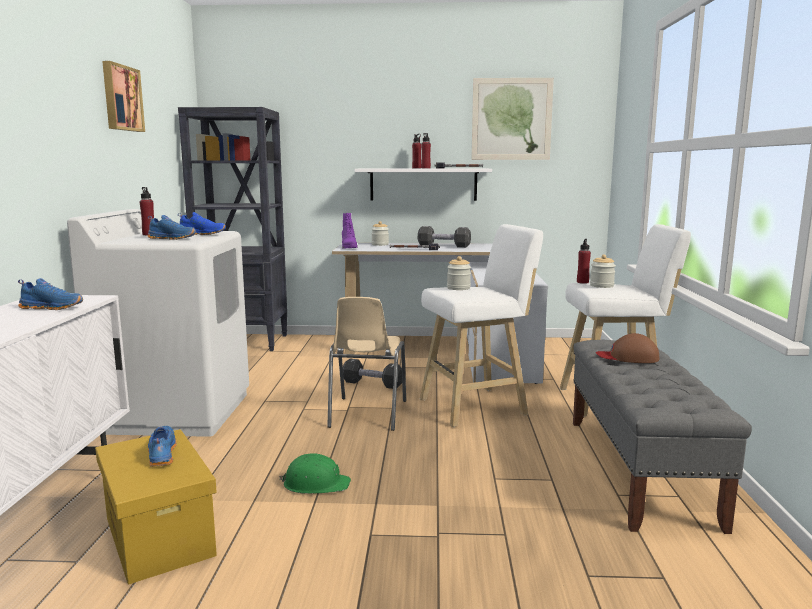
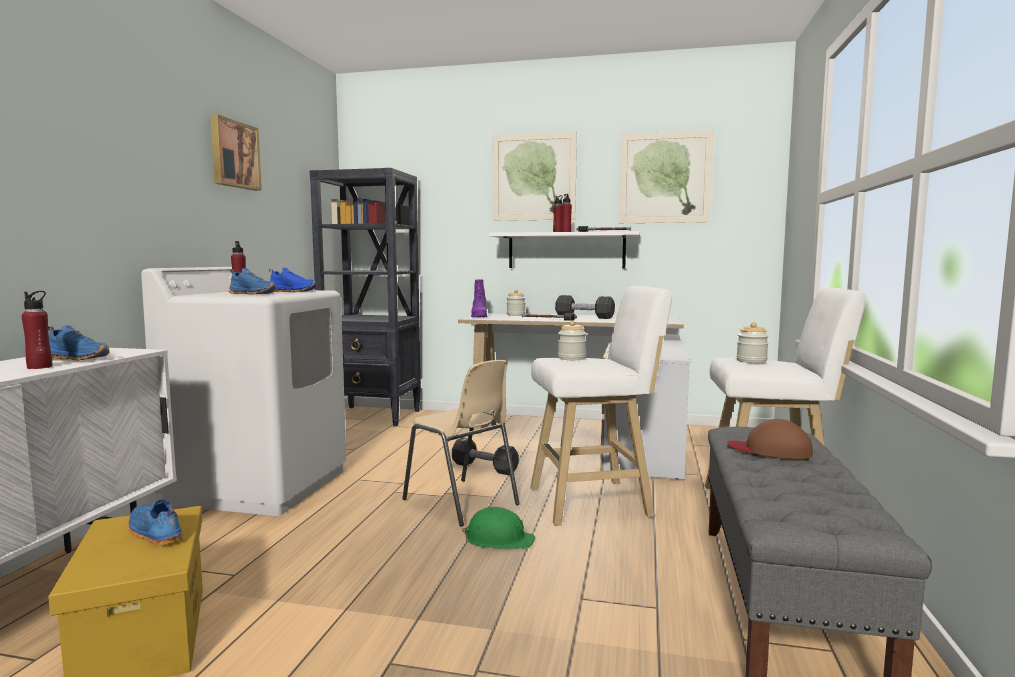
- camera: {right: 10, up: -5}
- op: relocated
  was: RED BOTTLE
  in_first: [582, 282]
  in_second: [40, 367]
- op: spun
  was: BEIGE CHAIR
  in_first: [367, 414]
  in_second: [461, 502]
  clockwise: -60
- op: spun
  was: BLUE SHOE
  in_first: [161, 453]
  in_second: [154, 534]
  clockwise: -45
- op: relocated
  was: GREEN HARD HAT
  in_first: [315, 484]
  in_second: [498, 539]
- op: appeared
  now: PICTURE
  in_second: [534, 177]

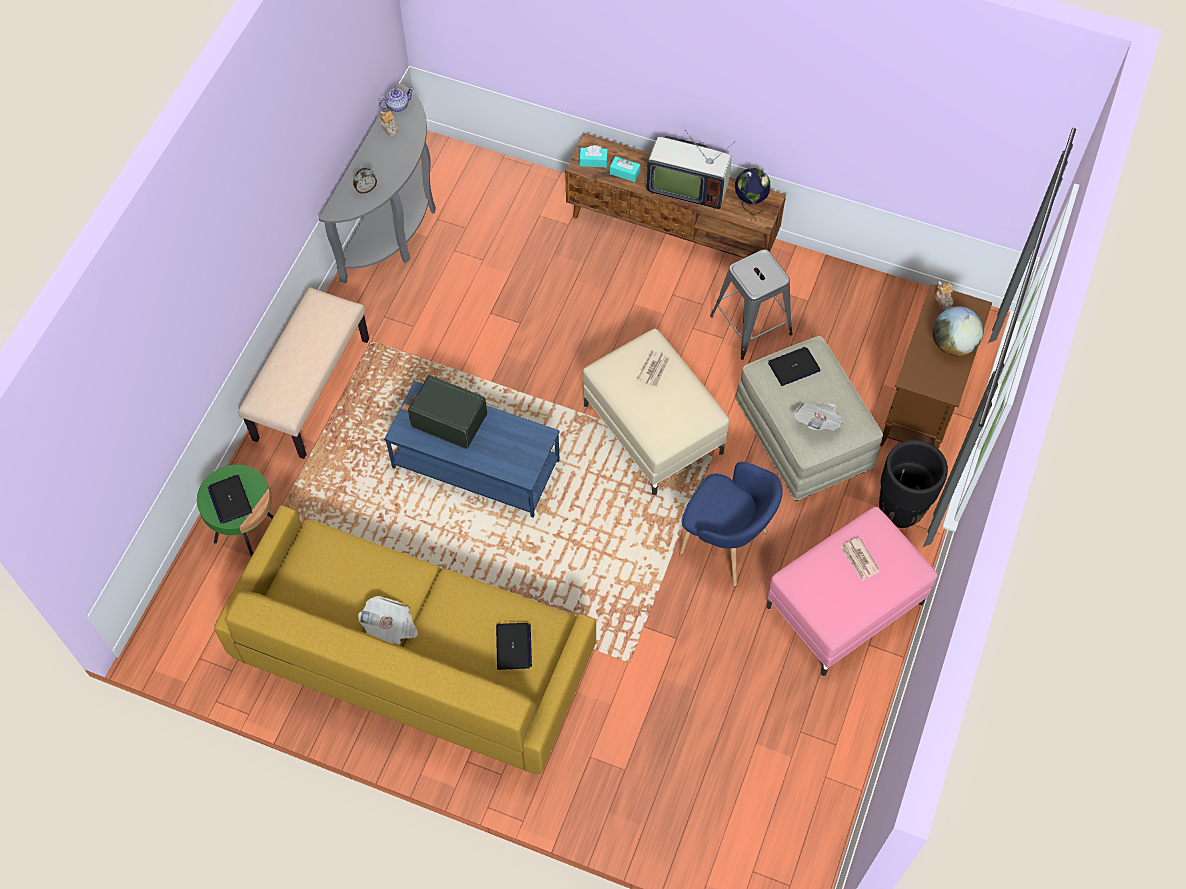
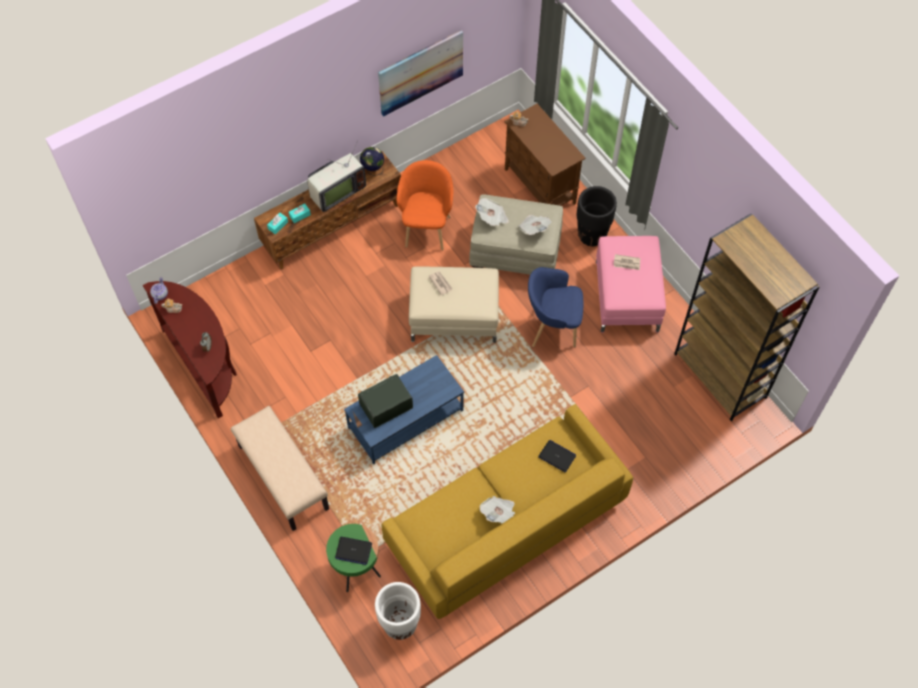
- camera: {right: -55, up: 0}
- op: colour
  was: GREY CONSOLE TABLE
  now: BROWN CONSOLE TABLE
  in_first: [395, 227]
  in_second: [205, 365]
- op: exchanged
  was: GREY STOOL
  now: ORANGE ARMCHAIR
  in_first: [750, 325]
  in_second: [426, 229]
- op: missing
  was: GLOBE
  in_first: [953, 344]
- op: exchanged
  was: LAPTOP
  now: NEWSPAPER
  in_first: [794, 367]
  in_second: [492, 218]
- op: spun
  was: BLUE ARMCHAIR
  in_first: [725, 546]
  in_second: [552, 328]
  clockwise: -150
- op: appeared
  now: PICTURE
  in_second: [420, 72]
- op: appeared
  now: BROWN BOOKCASE
  in_second: [720, 376]
- op: appeared
  now: WHITE PLANTER
  in_second: [400, 625]

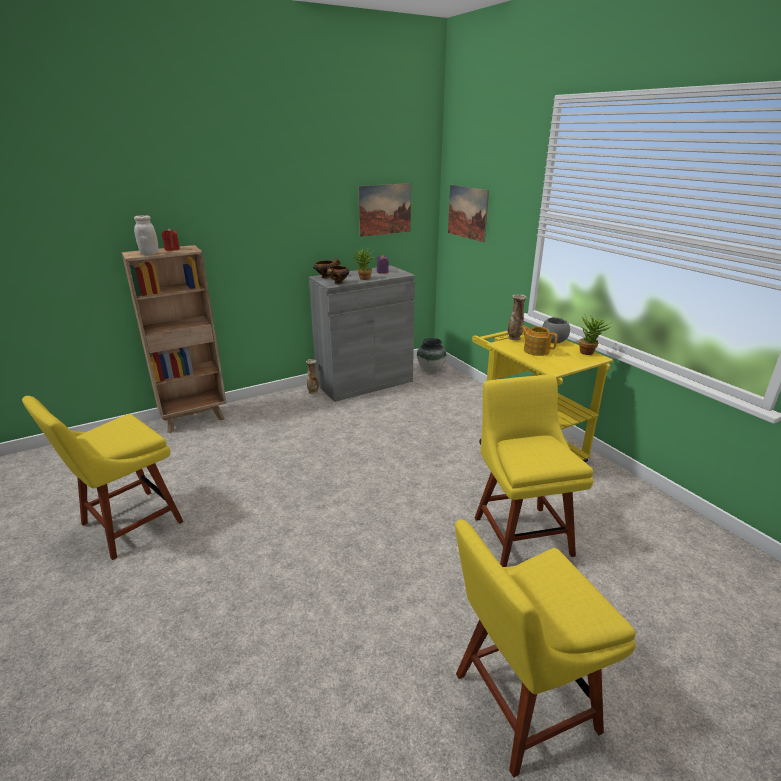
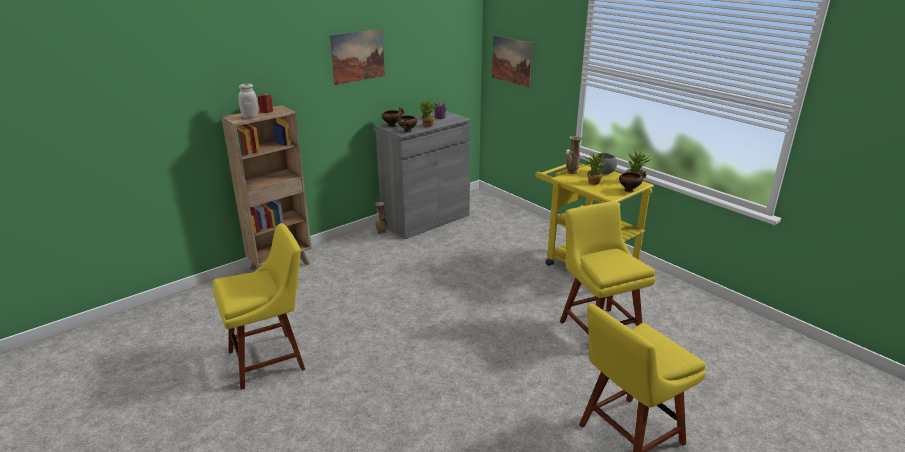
- camera: {right: -10, up: 0}
- op: relocated
  was: PICTURE
  in_first: [385, 209]
  in_second: [358, 56]
- op: exchanged
  was: TEAPOT
  now: POTTED PLANT
  in_first: [536, 350]
  in_second: [593, 181]
- op: missing
  was: VASE
  in_first: [430, 370]
- op: spun
  was: YELLOW CHAIR
  in_first: [127, 525]
  in_second: [271, 359]
  clockwise: -150
- op: appeared
  now: BOWL
  in_second: [630, 190]

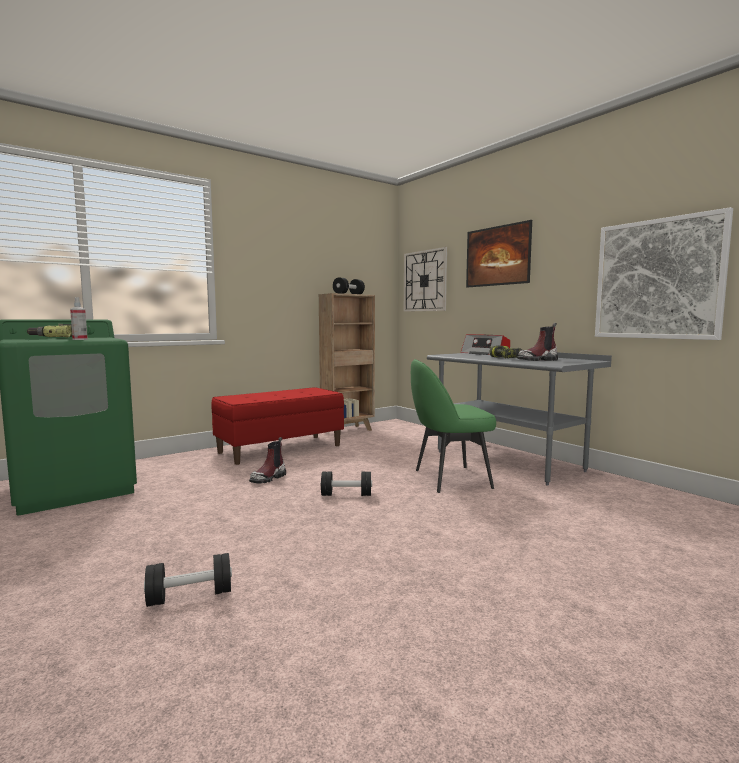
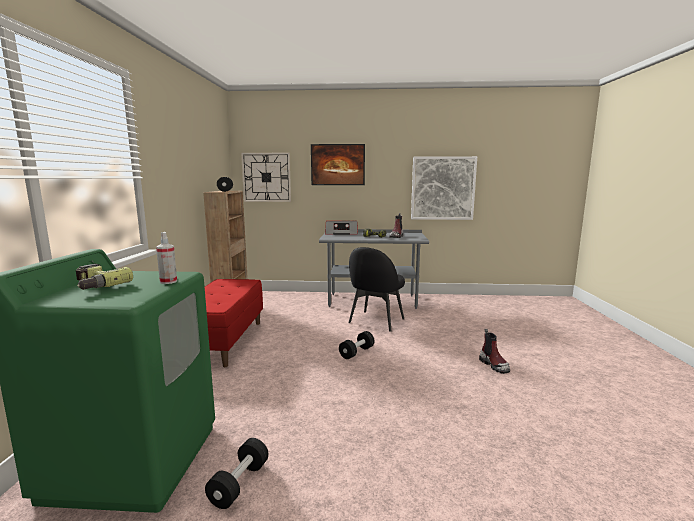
- camera: {right: -50, up: 5}
- op: colour
  was: GREEN CHAIR
  now: BLACK CHAIR
  in_first: [450, 479]
  in_second: [375, 321]
- op: relocated
  was: BOOT
  in_first: [269, 478]
  in_second: [494, 365]
- op: relocated
  was: BLACK DUMBBELL
  in_first: [190, 596]
  in_second: [239, 483]

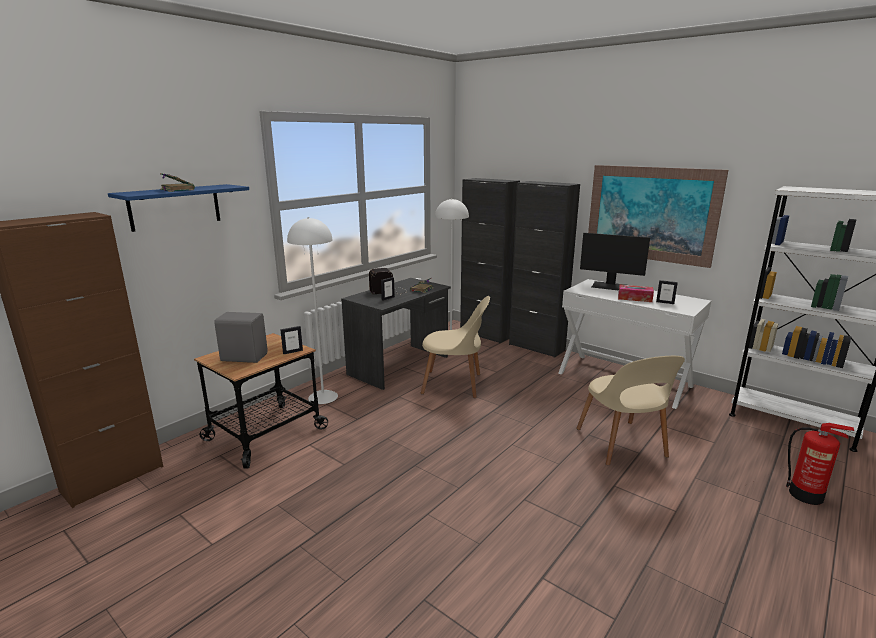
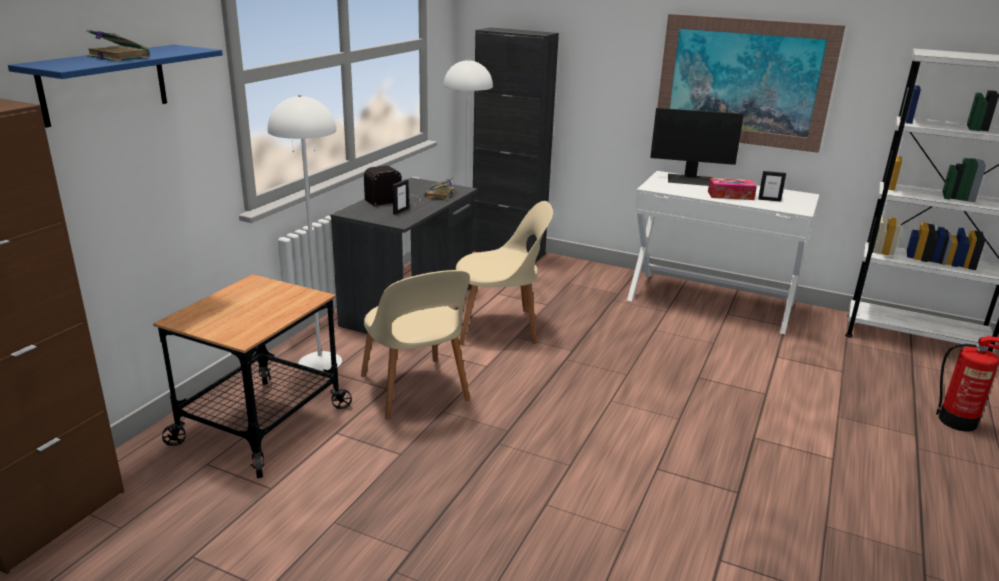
- camera: {right: -15, up: 5}
- op: missing
  was: BLACK CABINET
  in_first: [536, 347]
- op: missing
  was: GREY SPEAKER
  in_first: [244, 357]
- op: missing
  was: PICTURE FRAME
  in_first: [293, 352]
- op: relocated
  was: BEIGE CHAIR
  in_first: [622, 445]
  in_second: [415, 390]

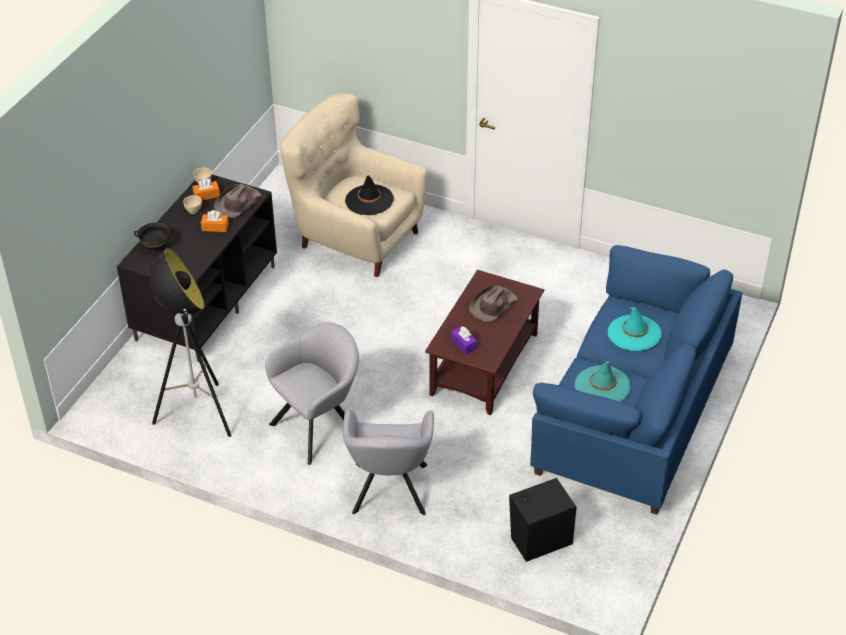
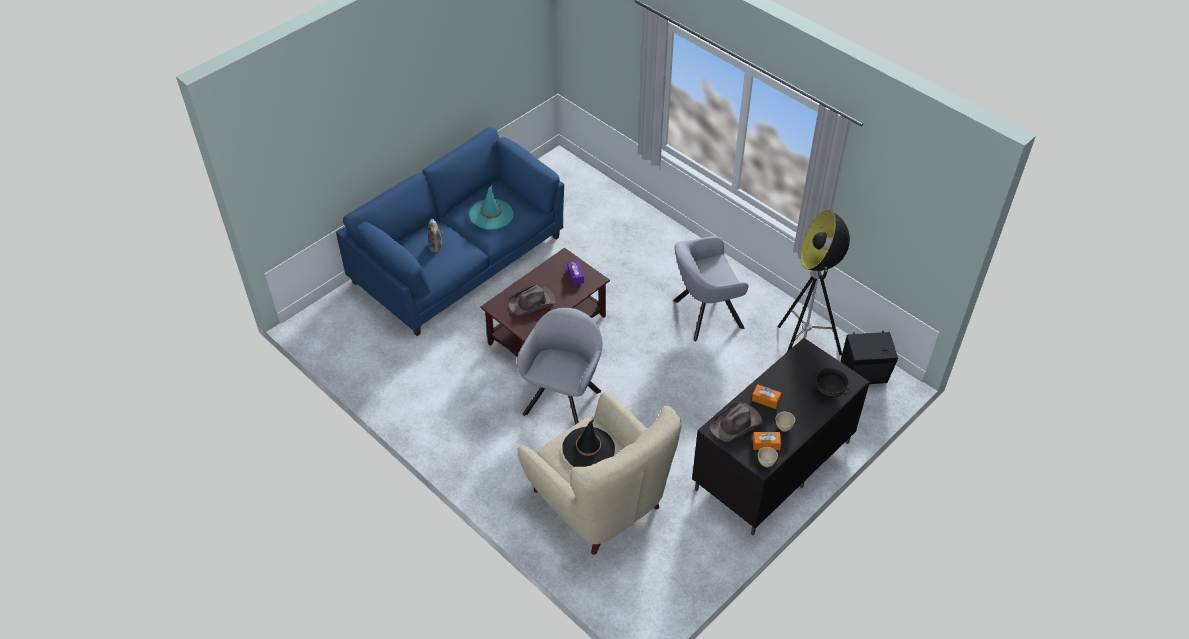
- camera: {right: -160, up: 5}
- op: exchanged
  was: TURQUOISE HAT
  now: PLUSH TOY
  in_first: [634, 333]
  in_second: [437, 247]
- op: relocated
  was: GREY ARMCHAIR
  in_first: [389, 492]
  in_second: [564, 399]
- op: relocated
  was: BLACK SPEAKER
  in_first: [539, 539]
  in_second: [864, 376]

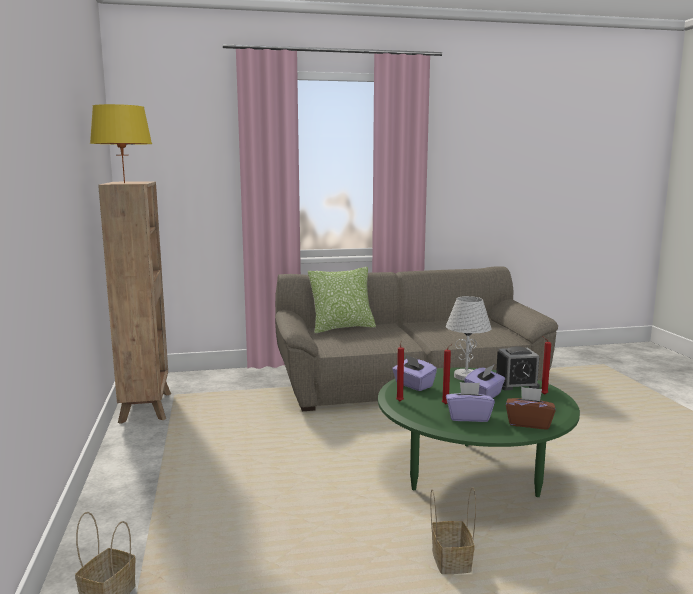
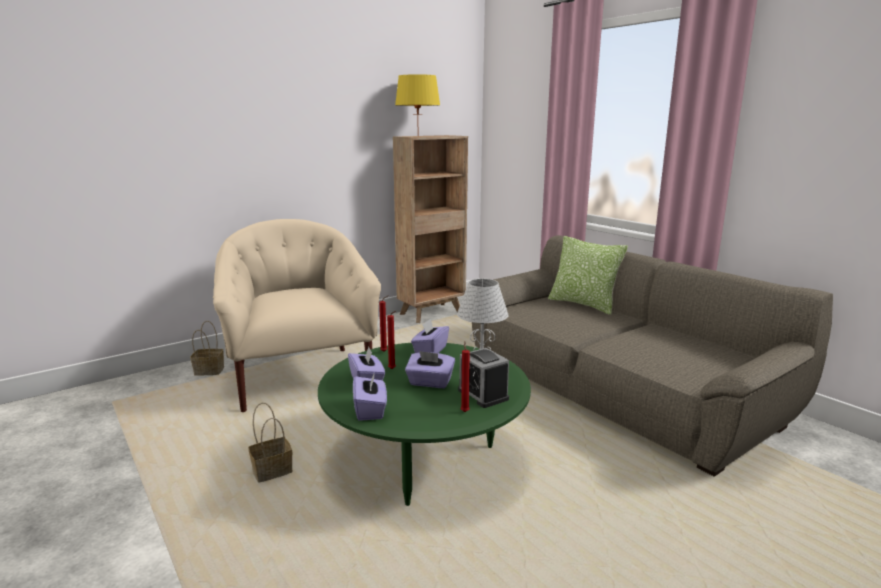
- camera: {right: 65, up: 5}
- op: colour
  was: BROWN TISSUE BOX
  now: PURPLE TISSUE BOX
  in_first: [529, 423]
  in_second: [370, 410]
- op: appeared
  now: BEIGE ARMCHAIR
  in_second: [300, 377]

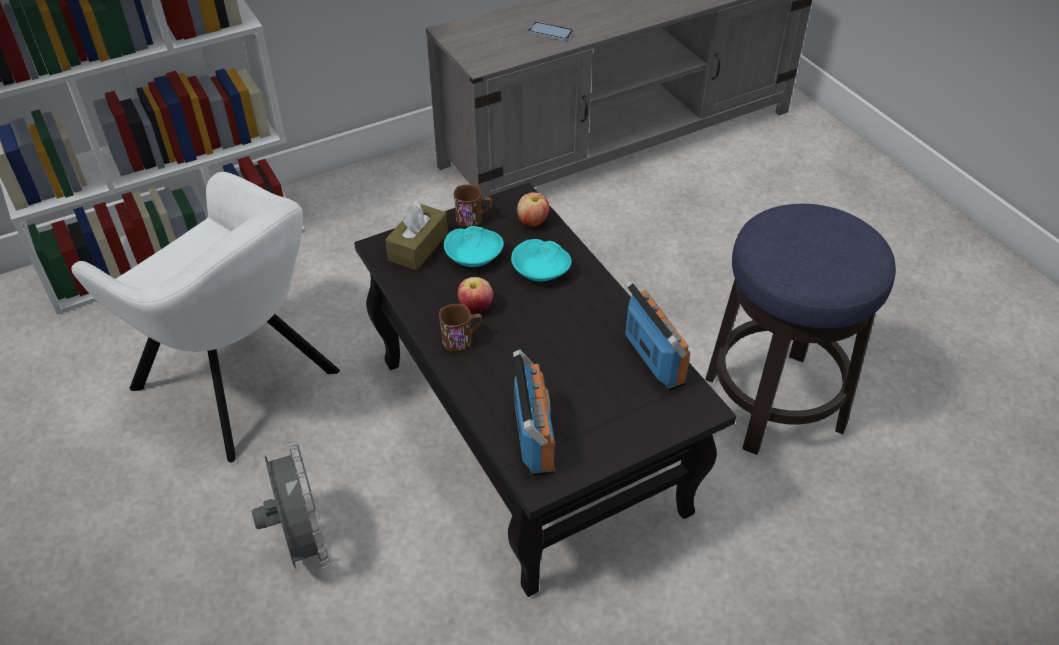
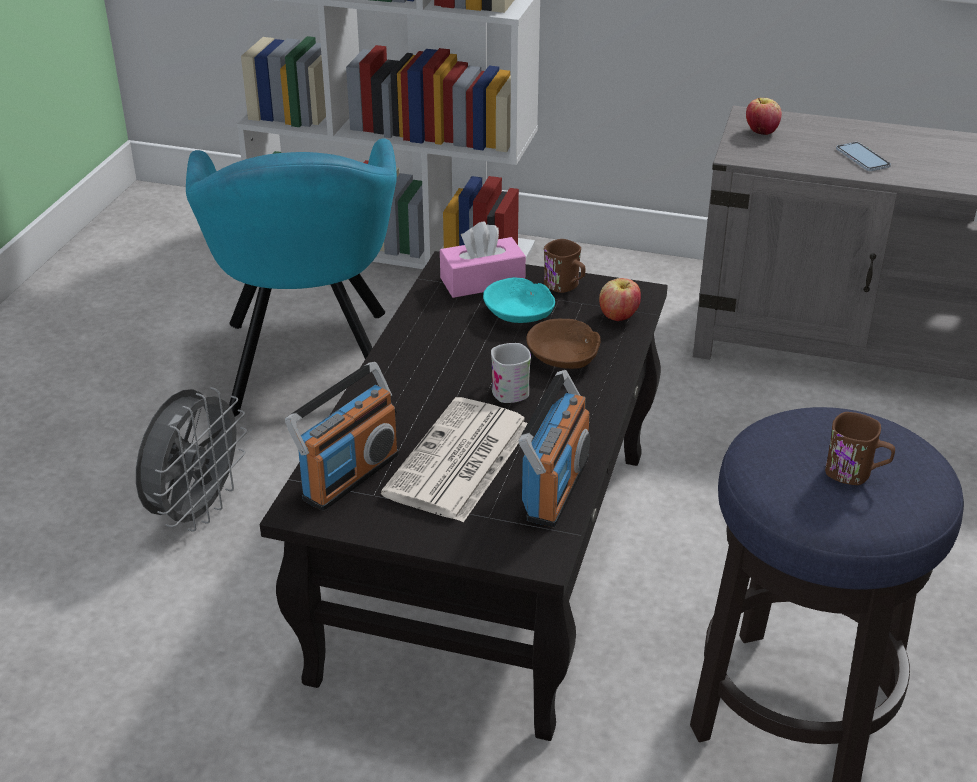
- camera: {right: 45, up: -10}
- op: colour
  was: WHITE ARMCHAIR
  now: TURQUOISE ARMCHAIR
  in_first: [241, 384]
  in_second: [310, 367]
- op: colour
  was: BROWN TISSUE BOX
  now: PINK TISSUE BOX
  in_first: [418, 246]
  in_second: [482, 281]
- op: colour
  was: TURQUOISE BOWL
  now: BROWN BOWL
  in_first: [540, 269]
  in_second: [564, 357]
- op: relocated
  was: APPLE
  in_first: [476, 307]
  in_second: [761, 132]
- op: relocated
  was: BROWN MUG
  in_first: [462, 340]
  in_second: [856, 474]
- op: appeared
  now: WHITE MUG
  in_second: [508, 388]
- op: appeared
  now: NEWSPAPER
  in_second: [459, 462]

